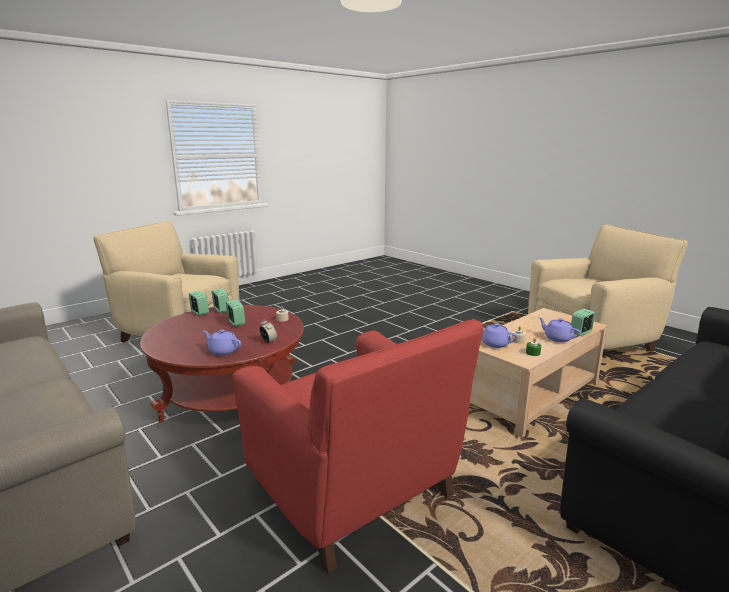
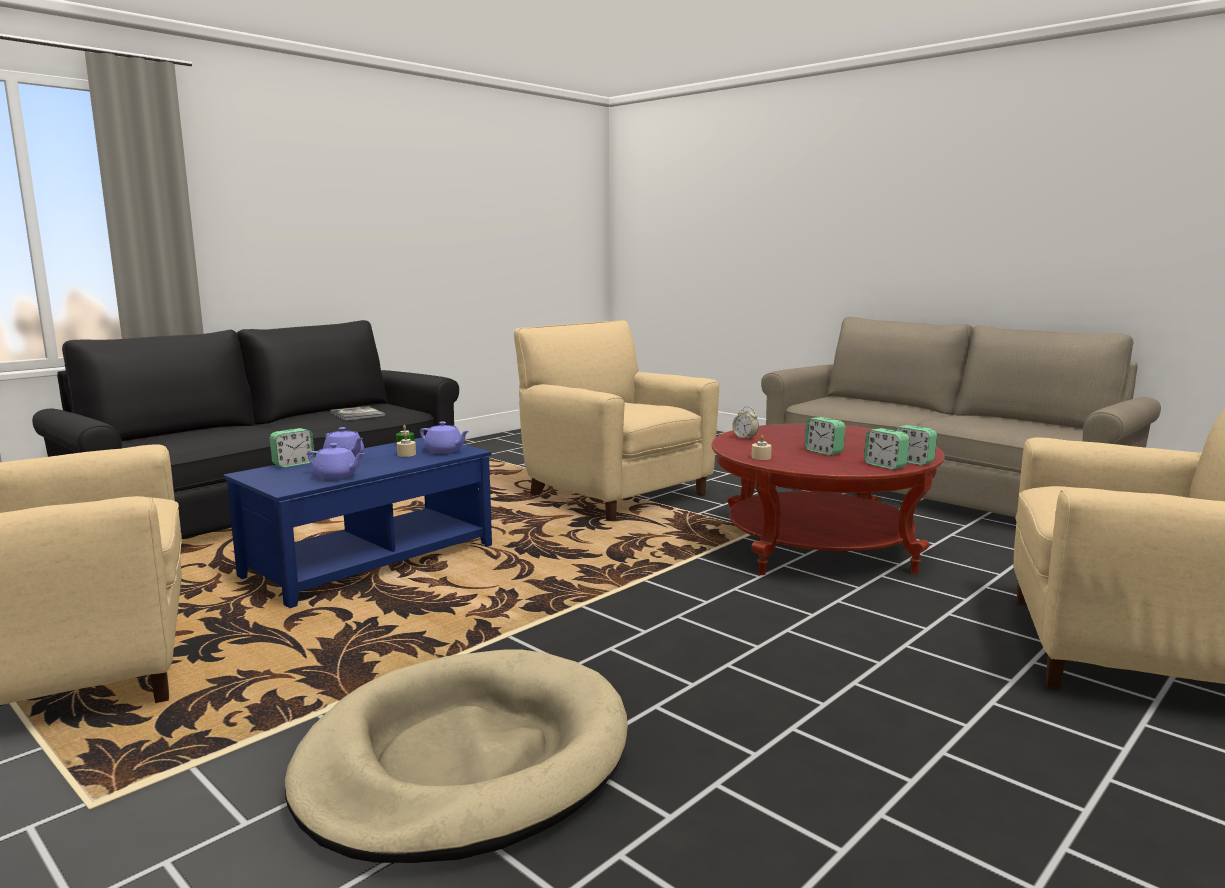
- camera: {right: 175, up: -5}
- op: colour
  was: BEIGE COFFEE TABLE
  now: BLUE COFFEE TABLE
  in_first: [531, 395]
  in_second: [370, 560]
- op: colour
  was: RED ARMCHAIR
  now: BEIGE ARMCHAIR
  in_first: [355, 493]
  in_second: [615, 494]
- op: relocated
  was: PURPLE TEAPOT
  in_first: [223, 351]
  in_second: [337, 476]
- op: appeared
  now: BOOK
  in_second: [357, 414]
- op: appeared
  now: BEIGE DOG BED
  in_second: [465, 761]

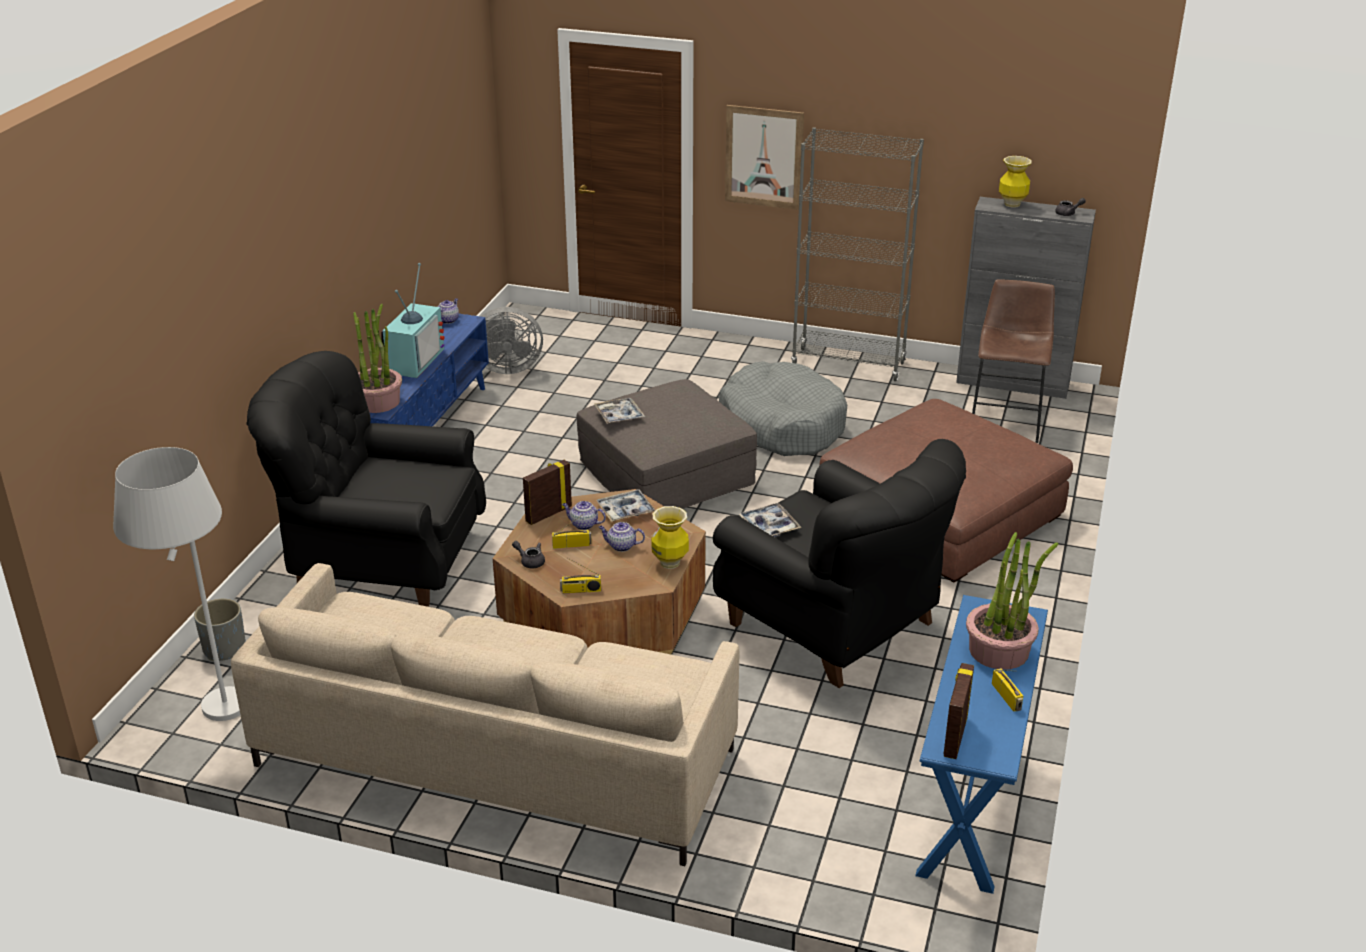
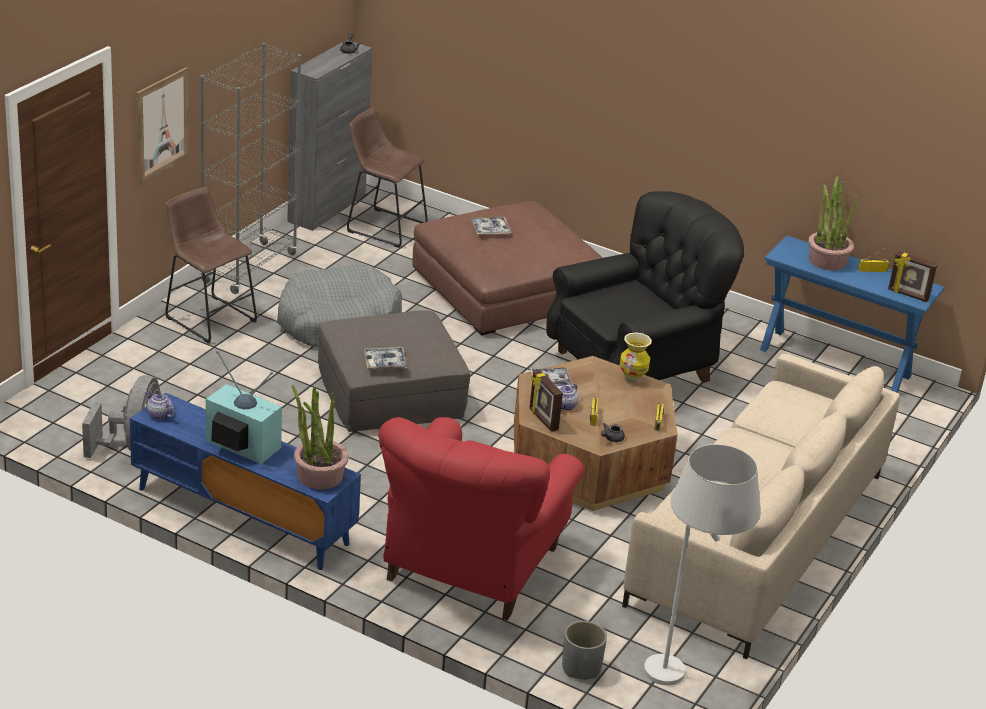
- camera: {right: -80, up: 0}
- op: missing
  was: VASE
  in_first: [1012, 204]
- op: colour
  was: BLACK ARMCHAIR
  now: RED ARMCHAIR
  in_first: [380, 561]
  in_second: [470, 566]
- op: relocated
  was: TRAY
  in_first: [769, 526]
  in_second: [490, 230]
- op: missing
  was: TEAPOT
  in_first: [621, 546]
- op: appeared
  now: BROWN STOOL
  in_second: [208, 317]

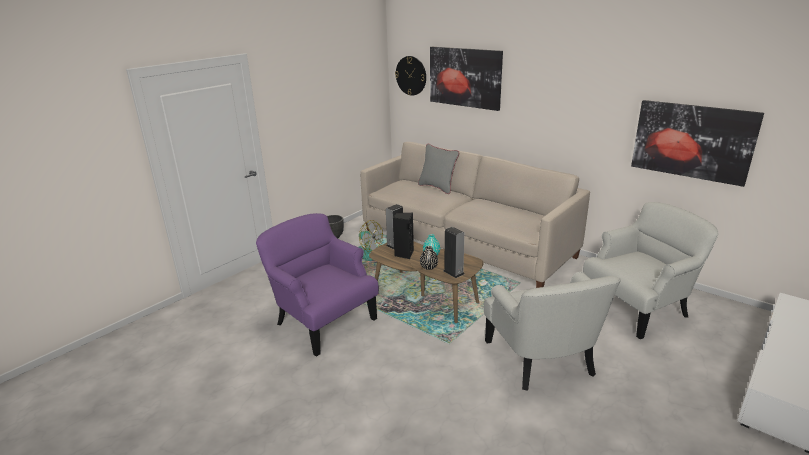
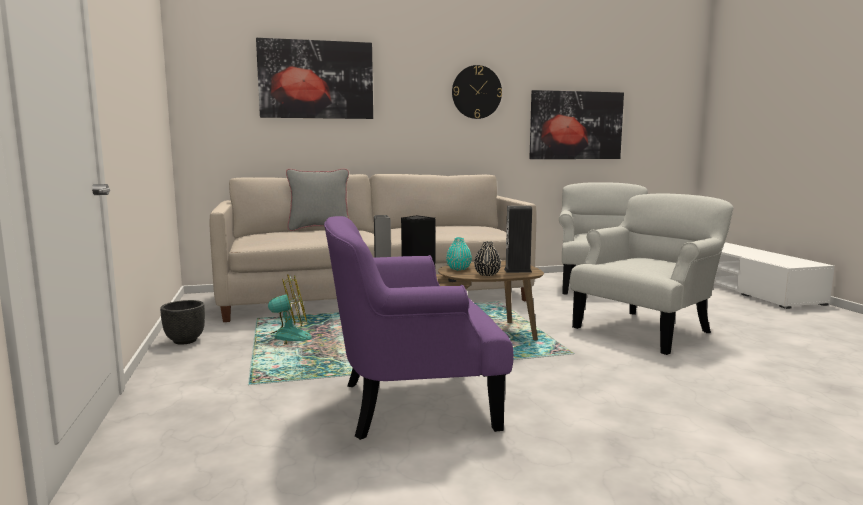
- camera: {right: -55, up: -15}
- op: relocated
  was: WALL CLOCK
  in_first: [411, 75]
  in_second: [476, 92]
- op: spun
  was: WHITE ARMCHAIR
  in_first: [542, 358]
  in_second: [646, 329]
  clockwise: -60

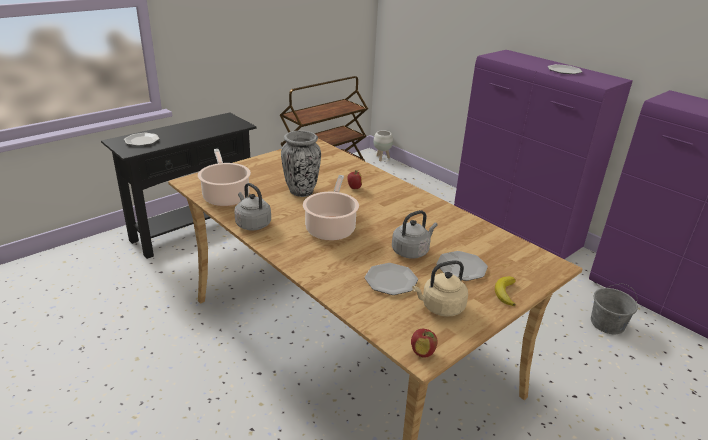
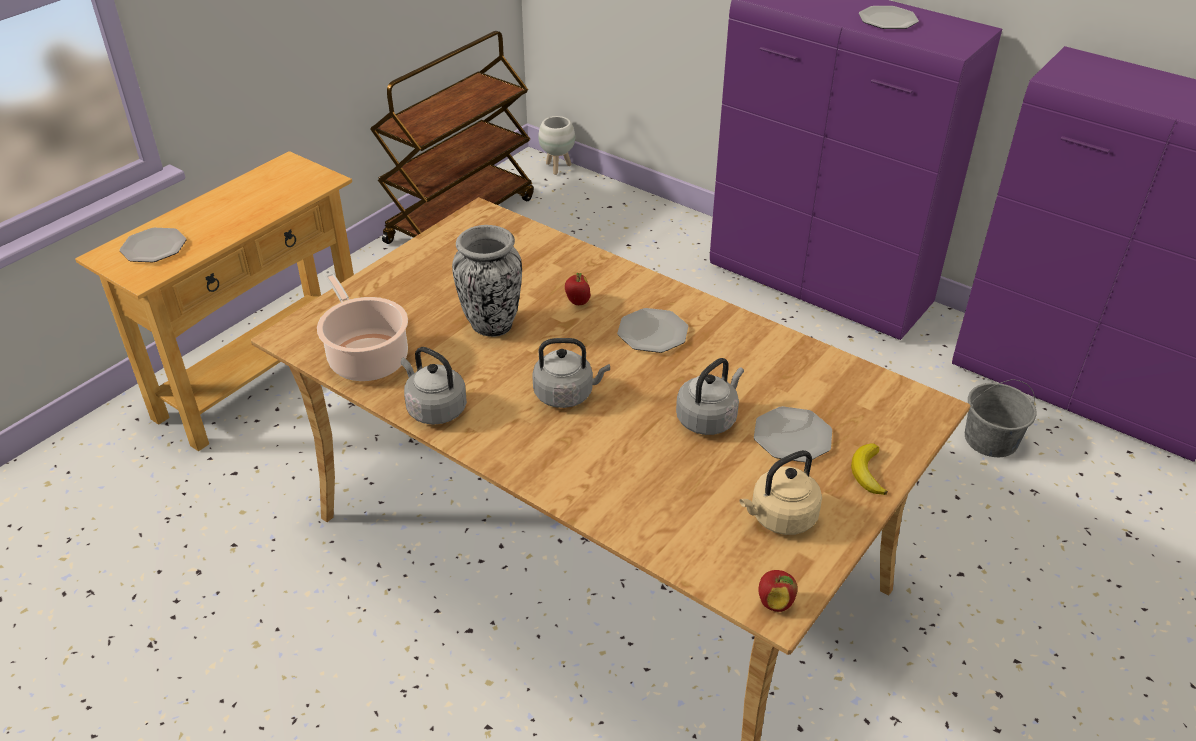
- camera: {right: -10, up: 10}
- op: colour
  was: BLACK CONSOLE TABLE
  now: BEIGE CONSOLE TABLE
  in_first: [194, 230]
  in_second: [262, 377]
- op: exchanged
  was: COOKING POT
  now: GREY KETTLE
  in_first: [331, 228]
  in_second: [567, 394]
- op: relocated
  was: PLATE
  in_first: [390, 280]
  in_second: [652, 332]

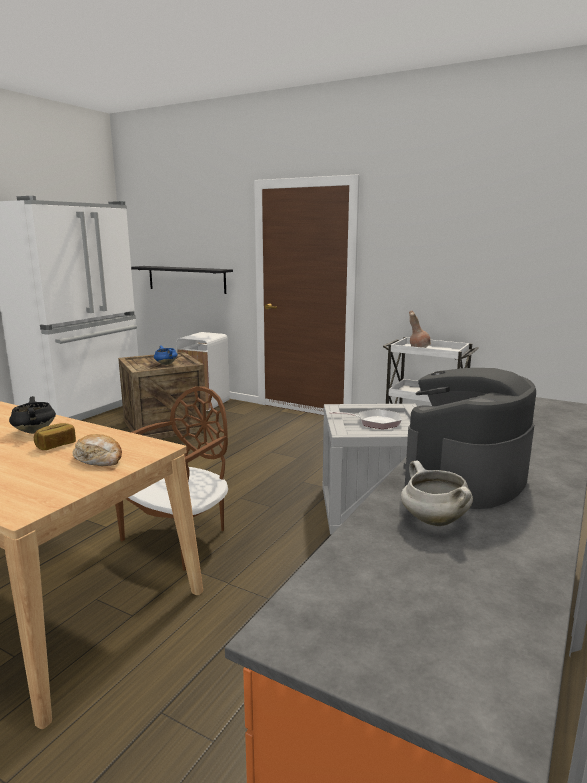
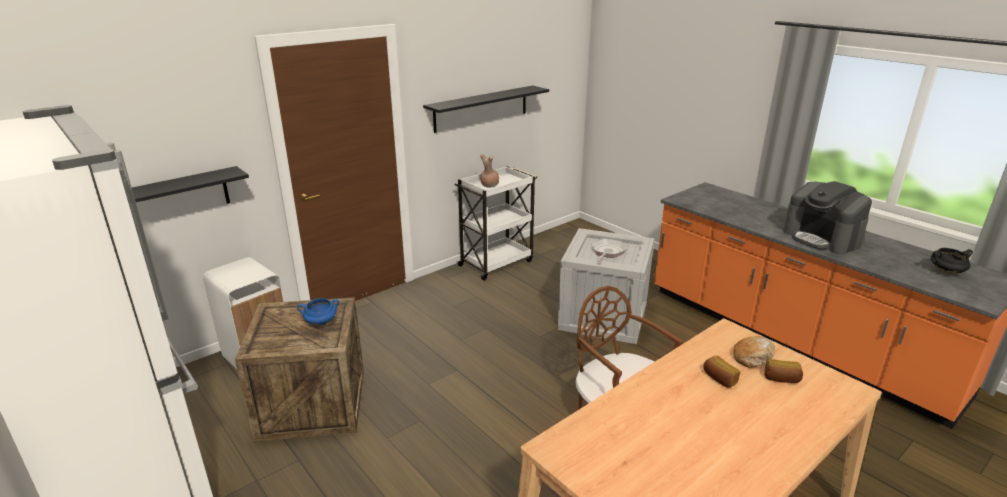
- camera: {right: -70, up: 10}
- op: relocated
  was: BLACK COOKING POT
  in_first: [34, 431]
  in_second: [946, 272]
- op: missing
  was: WHITE COOKING POT
  in_first: [433, 520]
- op: appeared
  now: BLACK SHELF
  in_second: [481, 108]
- op: appeared
  now: BREAD
  in_second: [781, 379]

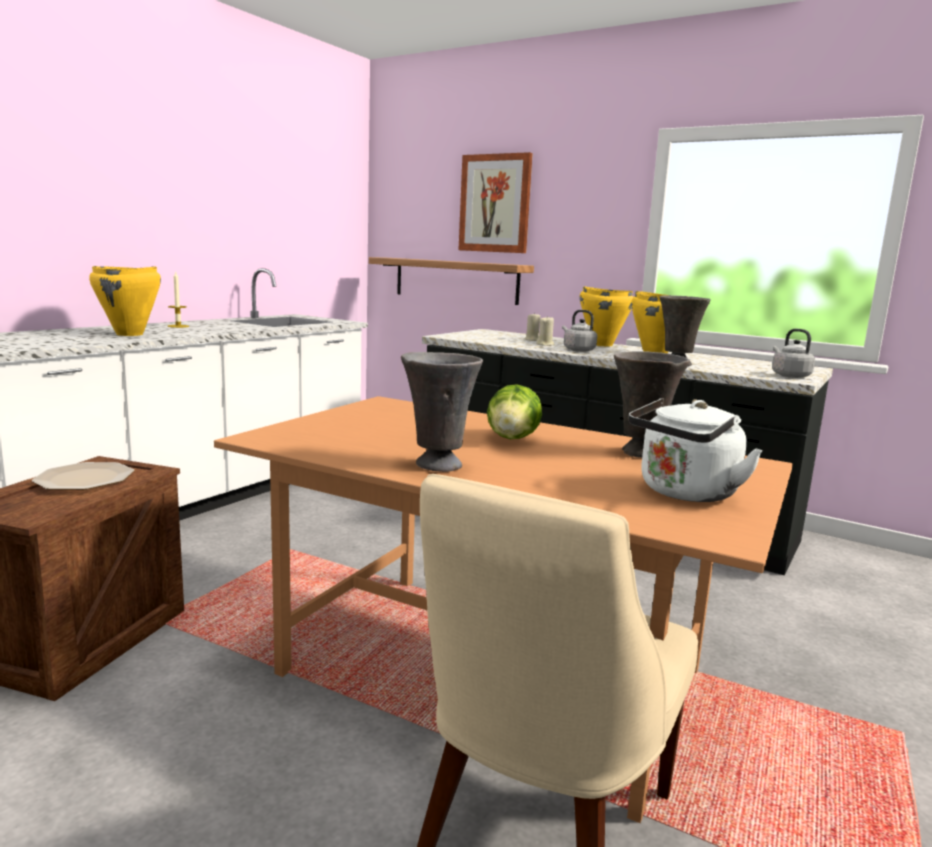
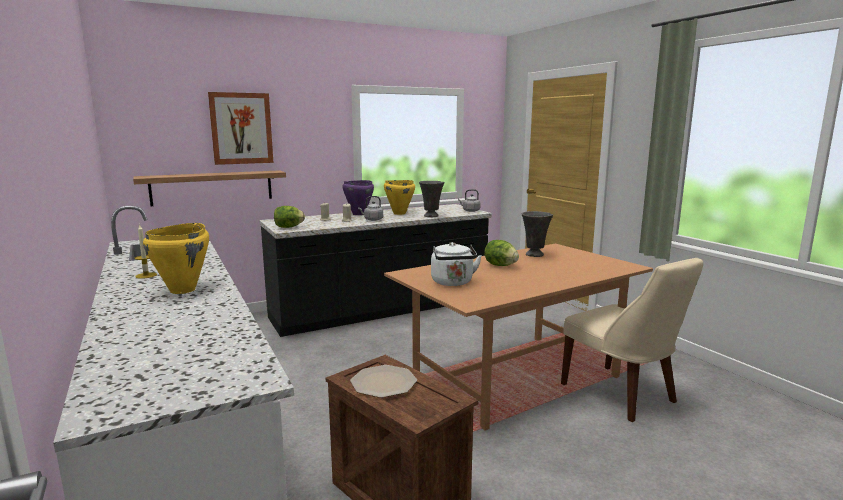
- camera: {right: -60, up: 0}
- op: colour
  was: YELLOW COOKING POT
  now: PURPLE COOKING POT
  in_first: [601, 345]
  in_second: [358, 214]
- op: missing
  was: GREY VASE
  in_first: [437, 465]
- op: relocated
  was: WHITE KETTLE
  in_first: [684, 493]
  in_second: [453, 283]
- op: appeared
  now: LETTUCE
  in_second: [288, 227]

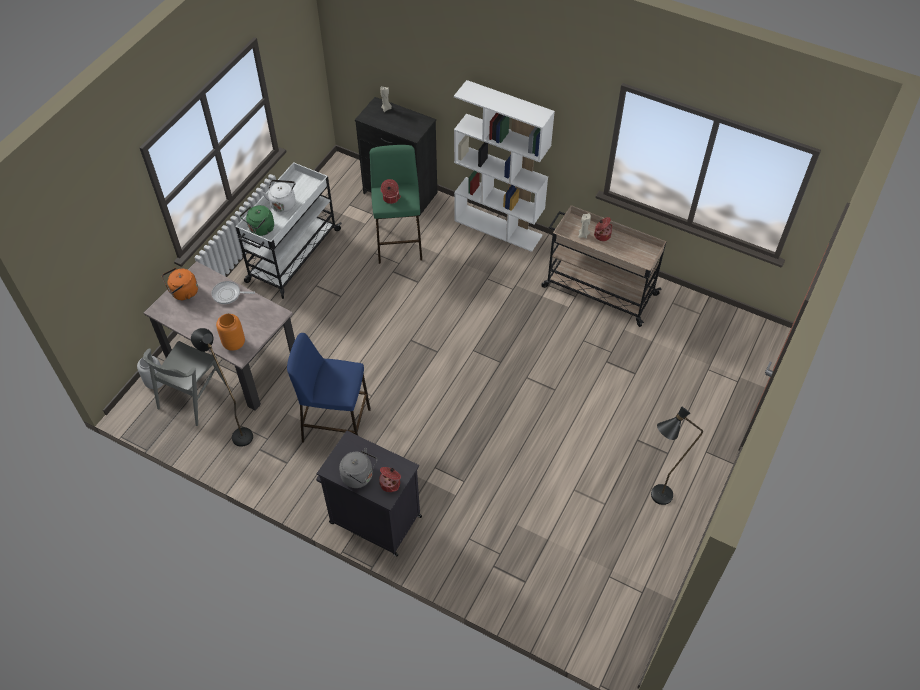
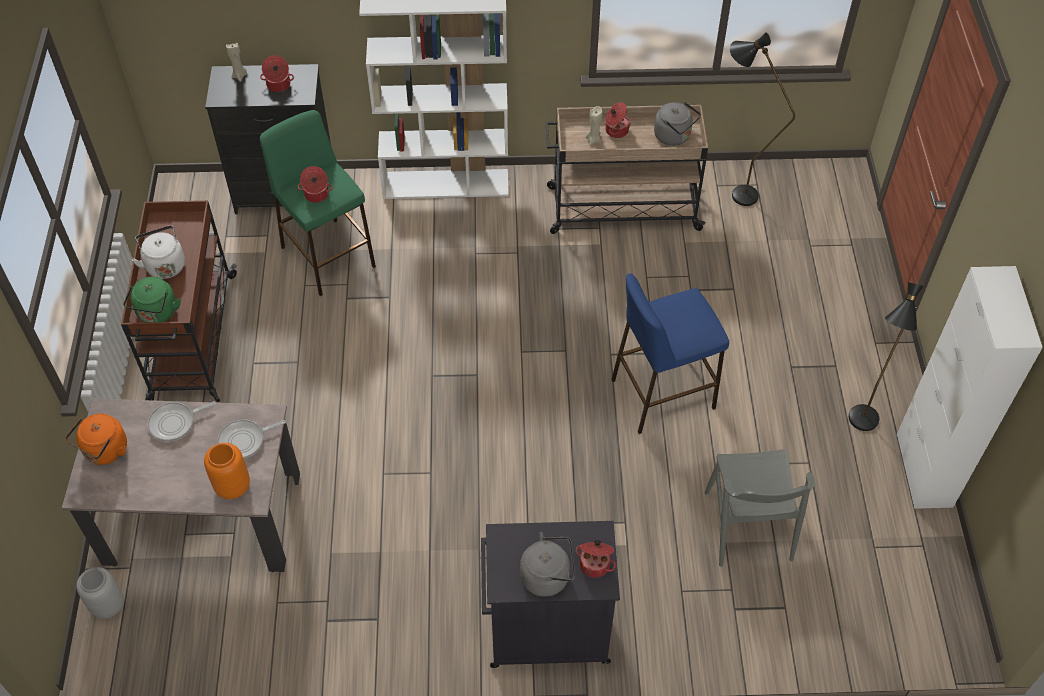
- camera: {right: -30, up: 0}
- op: colour
  was: WHITE CART
  now: BROWN CART
  in_first: [292, 256]
  in_second: [192, 339]
- op: relocated
  was: BLACK FLOOR LAMP
  in_first: [238, 432]
  in_second: [735, 193]
- op: relocated
  was: BLUE STOOL
  in_first: [336, 425]
  in_second: [662, 394]
- op: relocated
  was: GREY CHAIR
  in_first: [192, 396]
  in_second: [748, 526]
- op: appeared
  now: COOKING POT
  in_second: [278, 85]
- op: appeared
  now: GREY KETTLE
  in_second: [674, 136]
- op: appeared
  now: WHITE CABINET
  in_second: [924, 470]
- op: appeared
  now: FRYING PAN
  in_second: [245, 441]

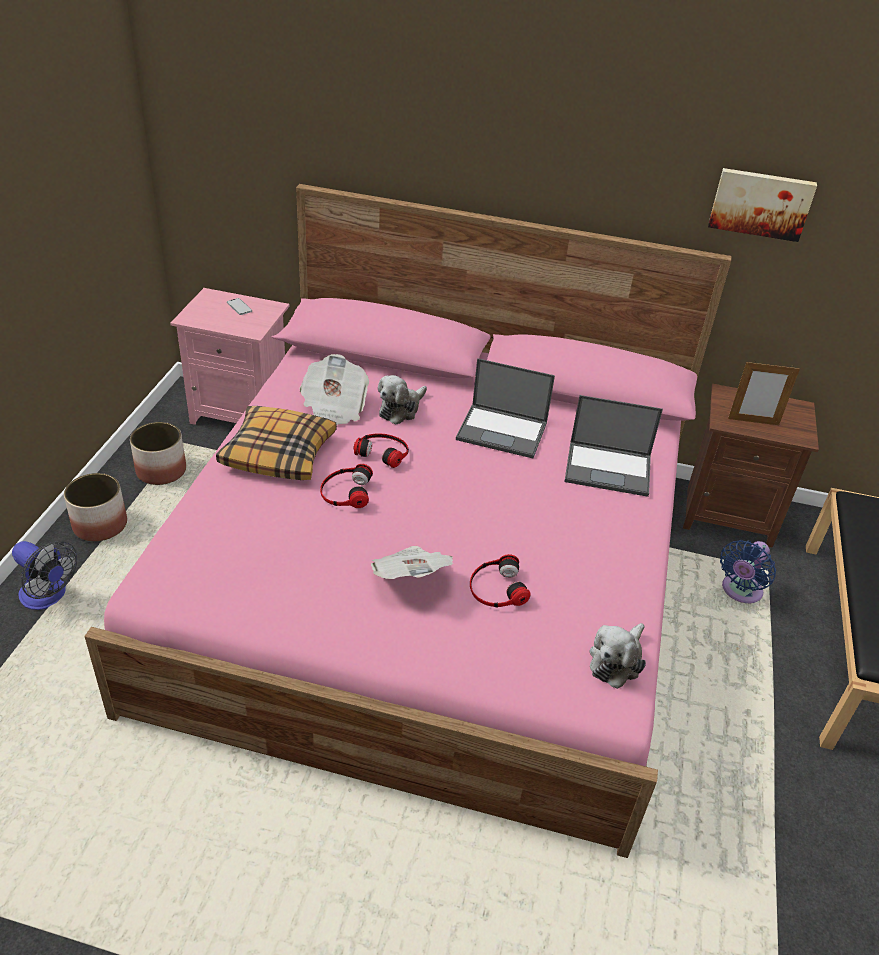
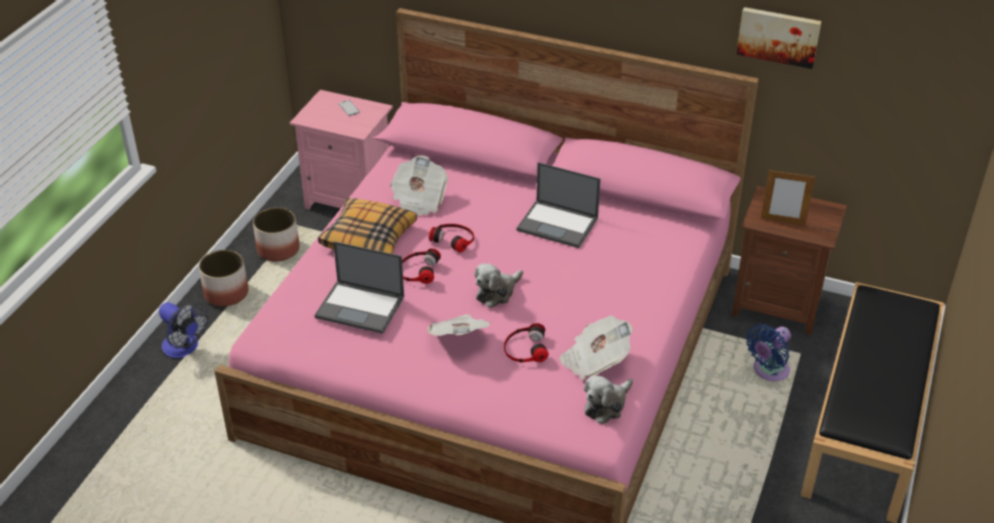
- camera: {right: 10, up: 0}
- op: relocated
  was: PLUSH TOY
  in_first: [401, 409]
  in_second: [497, 292]
- op: relocated
  was: LAPTOP
  in_first: [609, 469]
  in_second: [361, 307]
- op: appeared
  now: NEWSPAPER
  in_second: [595, 360]

